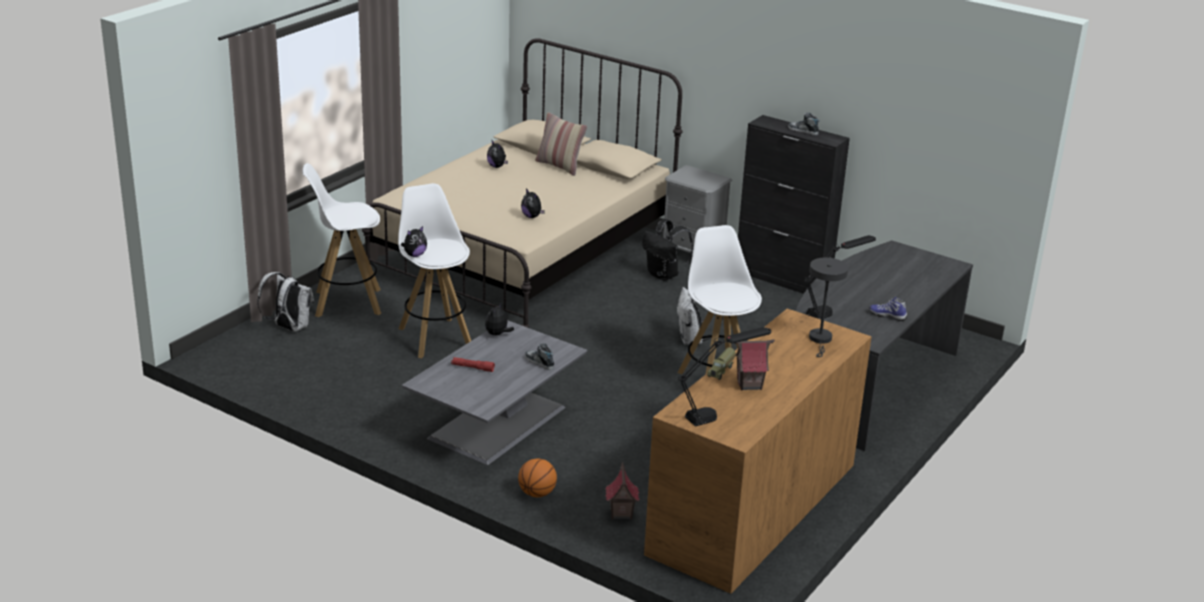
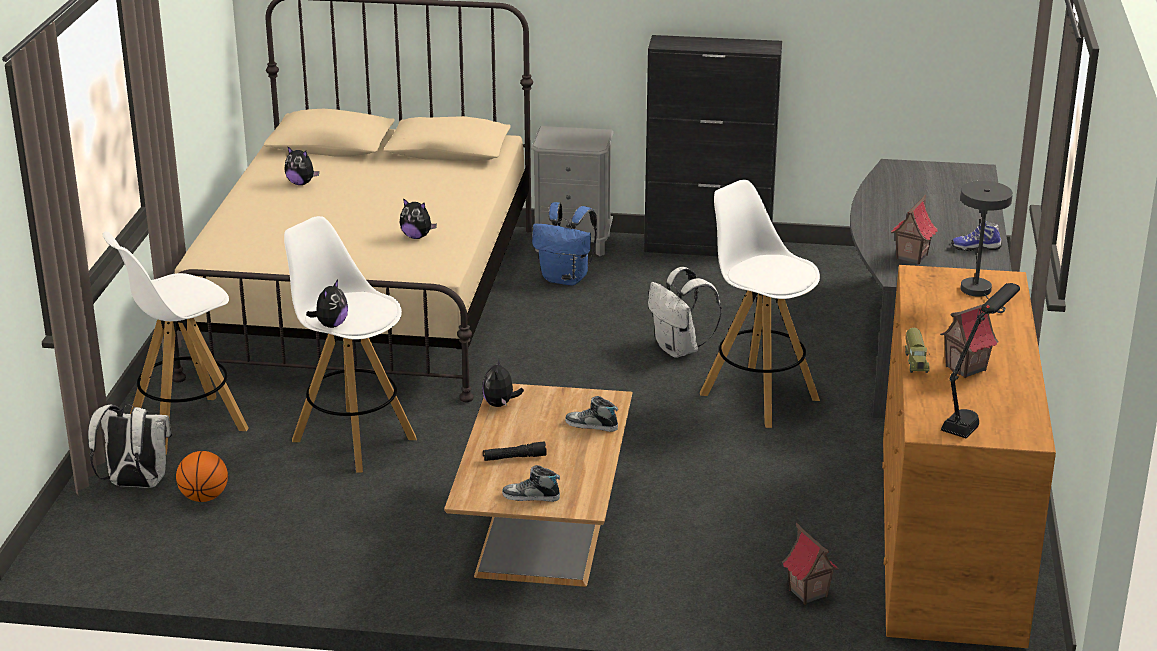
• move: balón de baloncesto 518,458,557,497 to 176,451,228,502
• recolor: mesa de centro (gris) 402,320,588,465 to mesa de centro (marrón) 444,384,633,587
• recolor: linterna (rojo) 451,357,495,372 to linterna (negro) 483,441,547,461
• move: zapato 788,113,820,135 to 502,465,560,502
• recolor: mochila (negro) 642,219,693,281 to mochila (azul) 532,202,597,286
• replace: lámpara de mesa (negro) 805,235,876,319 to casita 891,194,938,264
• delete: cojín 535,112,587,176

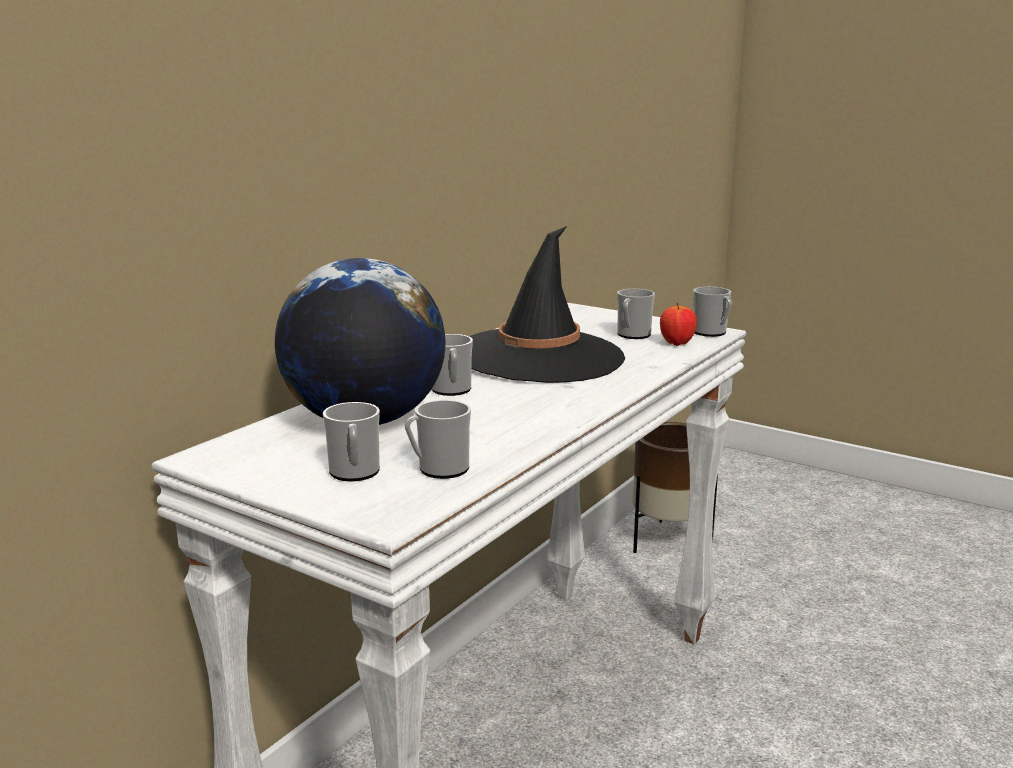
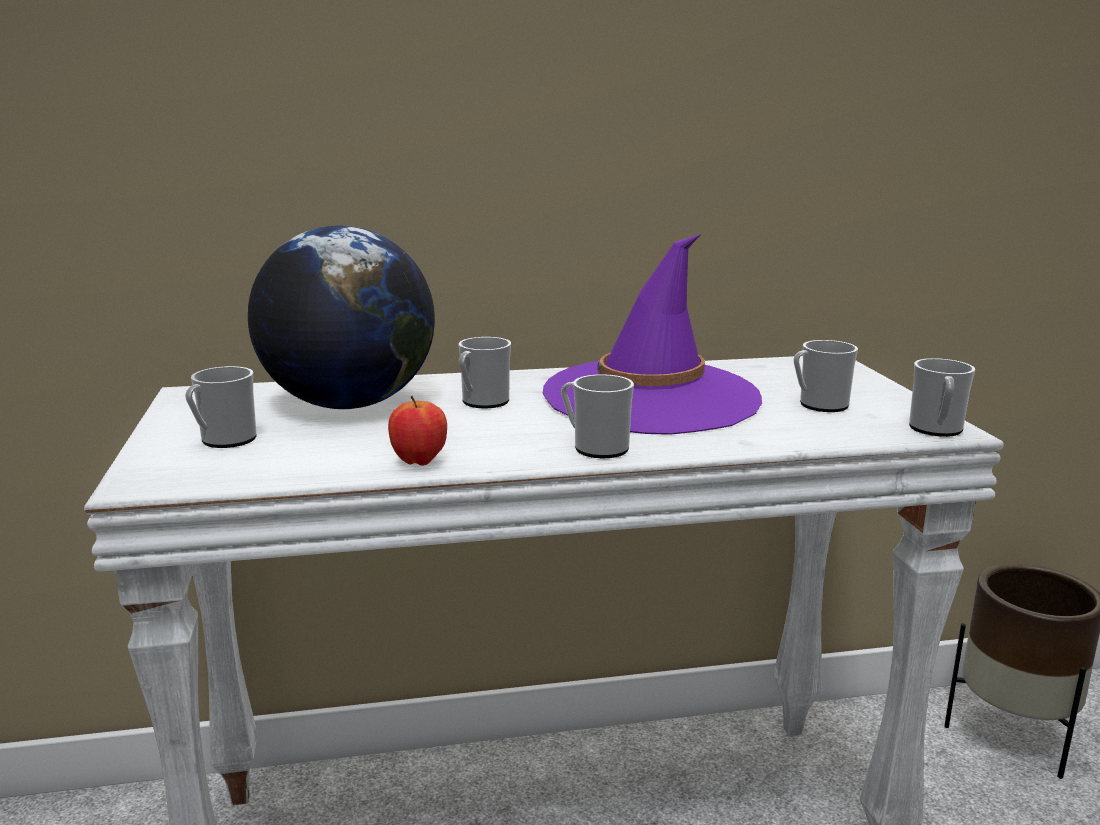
• move: manzana 660,302,697,346 to 388,396,447,466
• recolor: sombrero (negro) 469,226,625,383 to sombrero (morado) 543,234,762,435
• move: taza grande 405,400,471,479 to 561,374,634,458

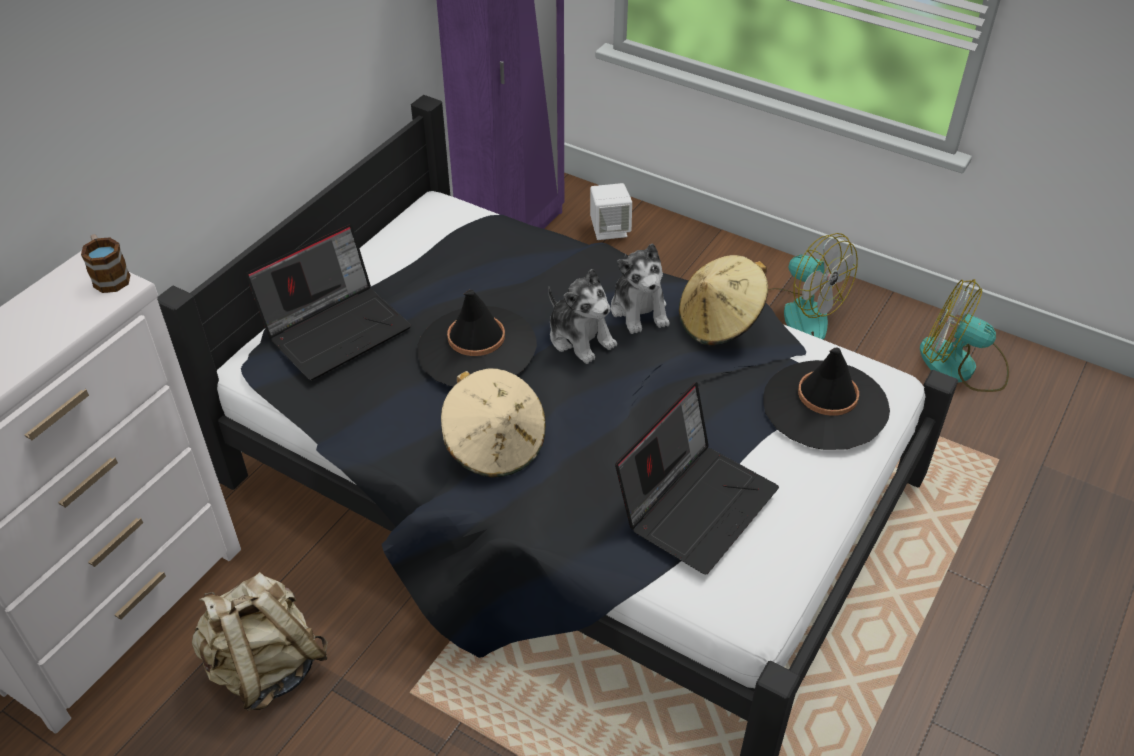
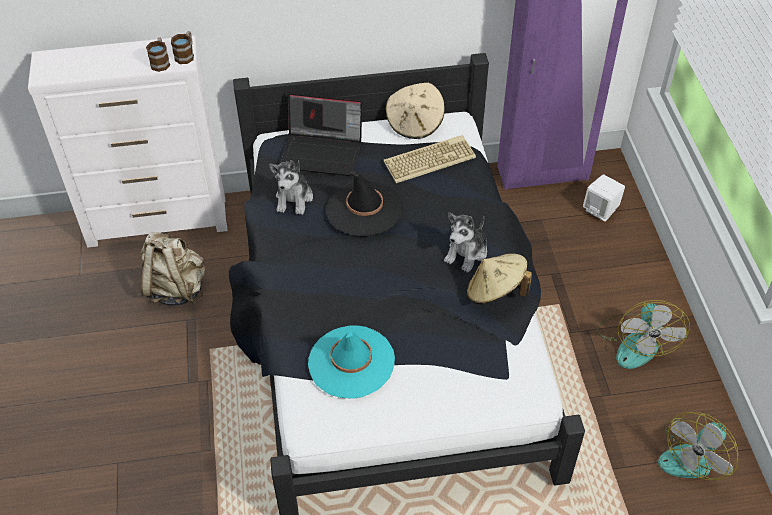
• insert: taza grande 146,38,170,72
• move: peluche 548,269,617,364 to 269,160,313,215
• replace: portátil 615,382,779,574 to sombrero (turquesa) 308,326,395,399
• insert: teclado 384,135,476,183
• move: sombrero (beis) 441,368,546,478 to 386,83,445,139
• rotate: ventilador 920,279,1009,392 = 658,412,738,480 120 degrees counterclockwise
• delete: sombrero (negro) 763,347,890,450

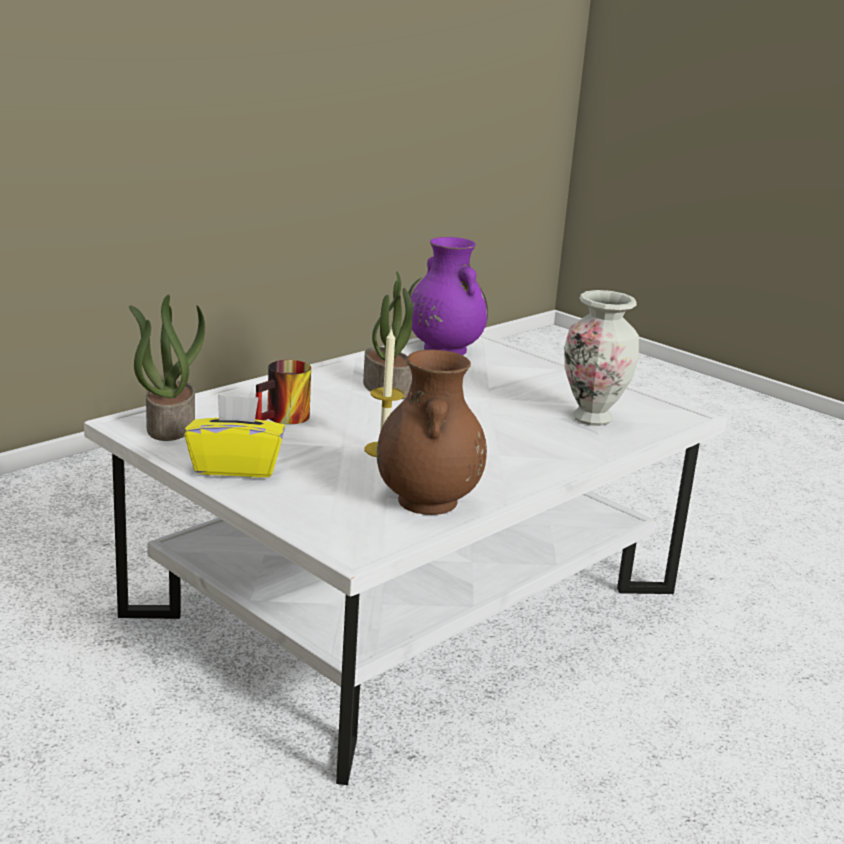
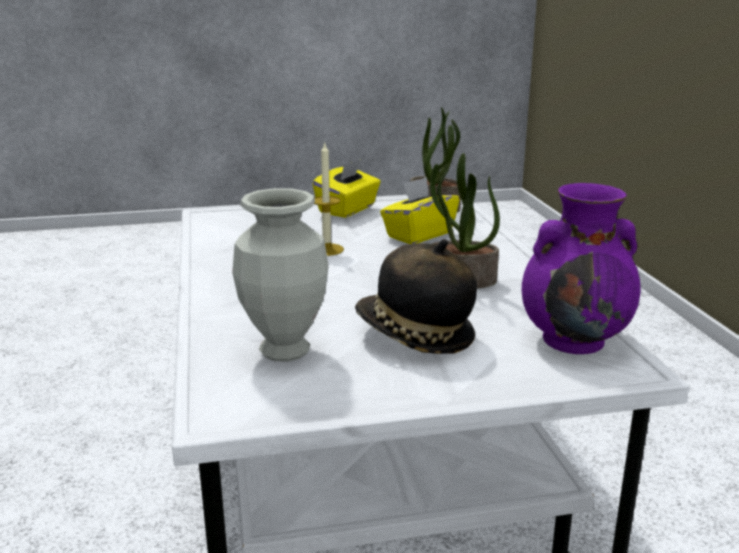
• insert: sombrero 355,239,477,354
• replace: taza grande 255,360,311,424 to caja de pañuelos (amarillo) 380,177,459,244
• delete: florero (marrón) 377,350,487,515

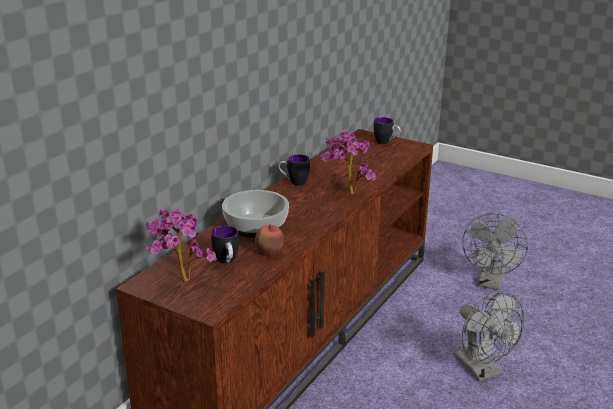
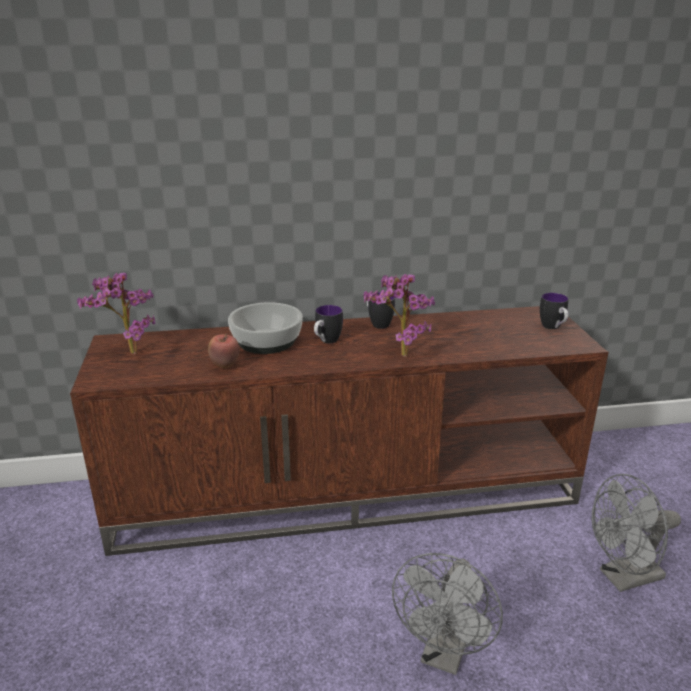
• move: taza grande 211,225,239,264 to 314,305,343,343

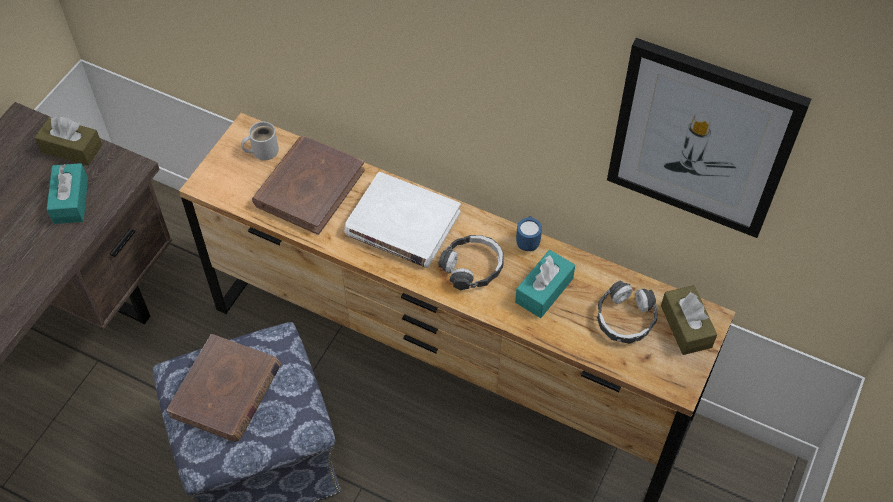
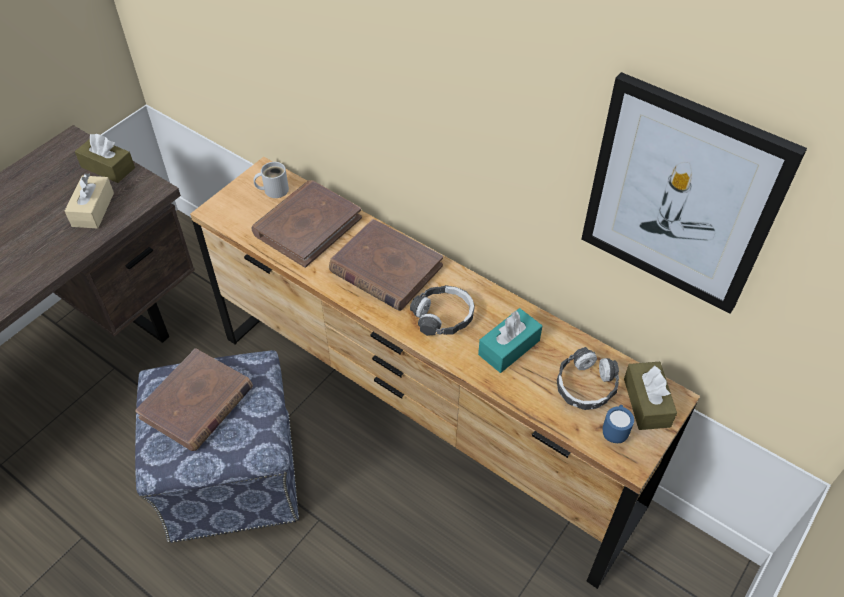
• recolor: caja de pañuelos (turquesa) 47,163,88,224 to caja de pañuelos (beis) 65,173,114,228
• recolor: libro (blanco) 344,172,461,268 to libro (marrón) 329,219,443,311
• move: taza grande (azul) 516,216,542,251 to 603,405,634,443

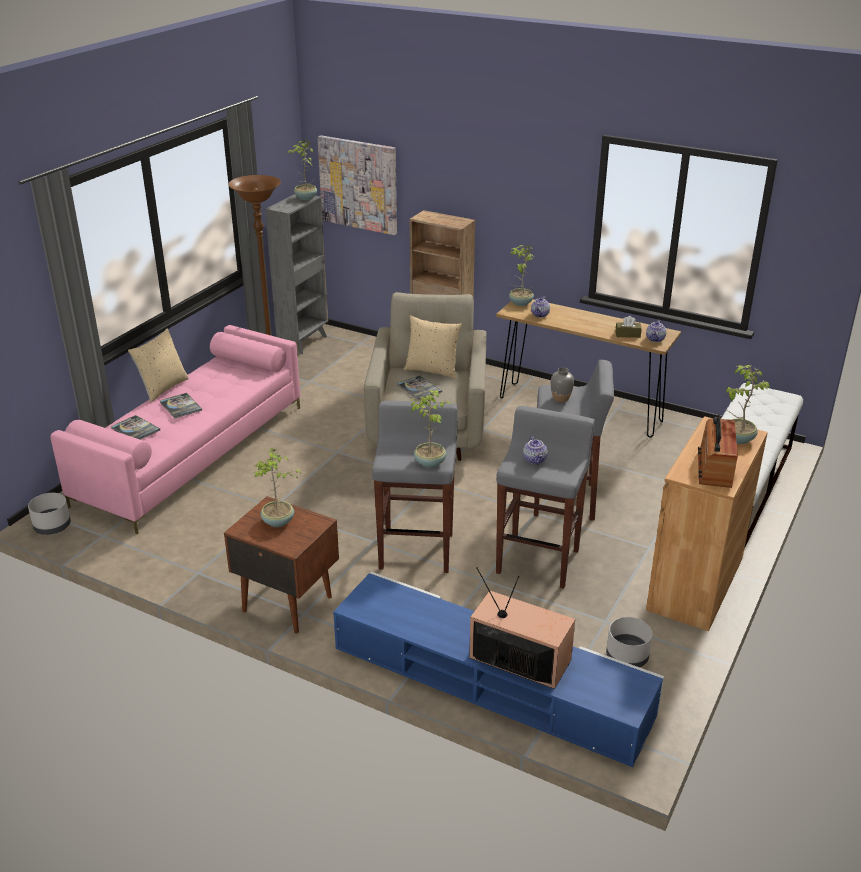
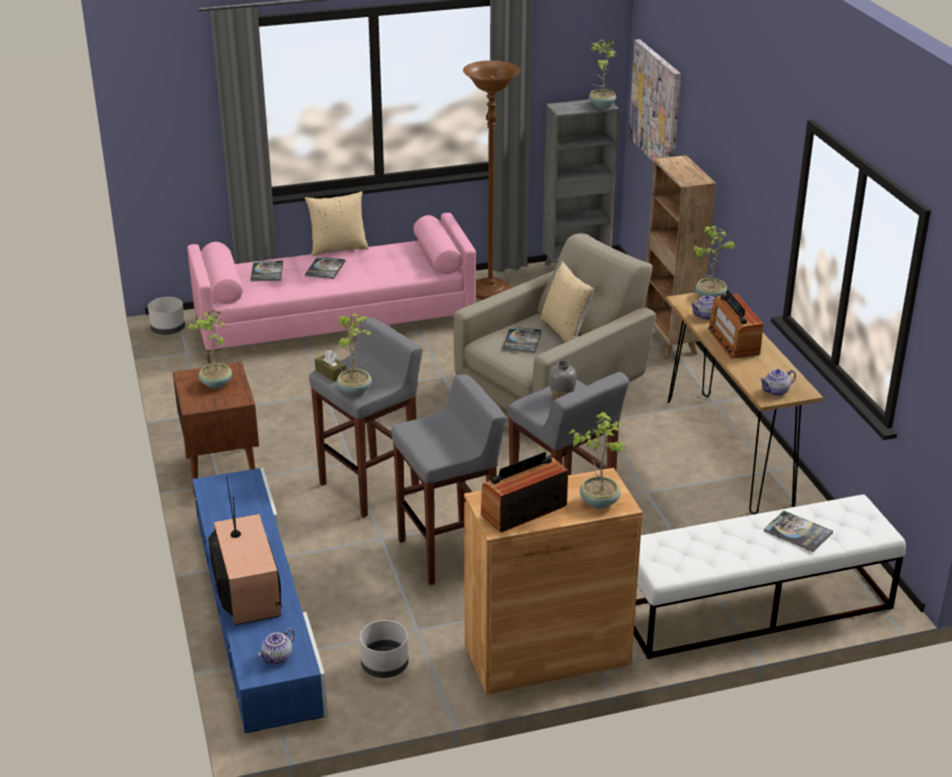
• move: tetera 523,435,548,464 to 258,628,295,664
• move: caja de pañuelos (marrón) 615,316,642,338 to 315,350,347,382
• insert: radio 708,290,764,358
• insert: libro 764,511,833,552

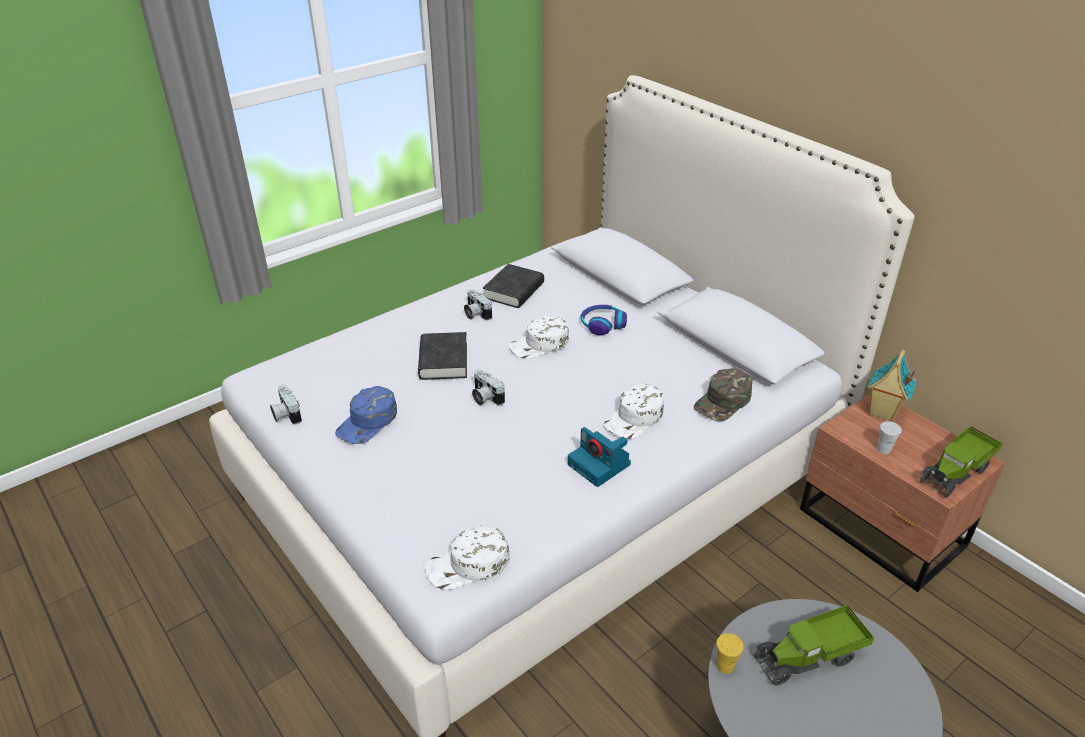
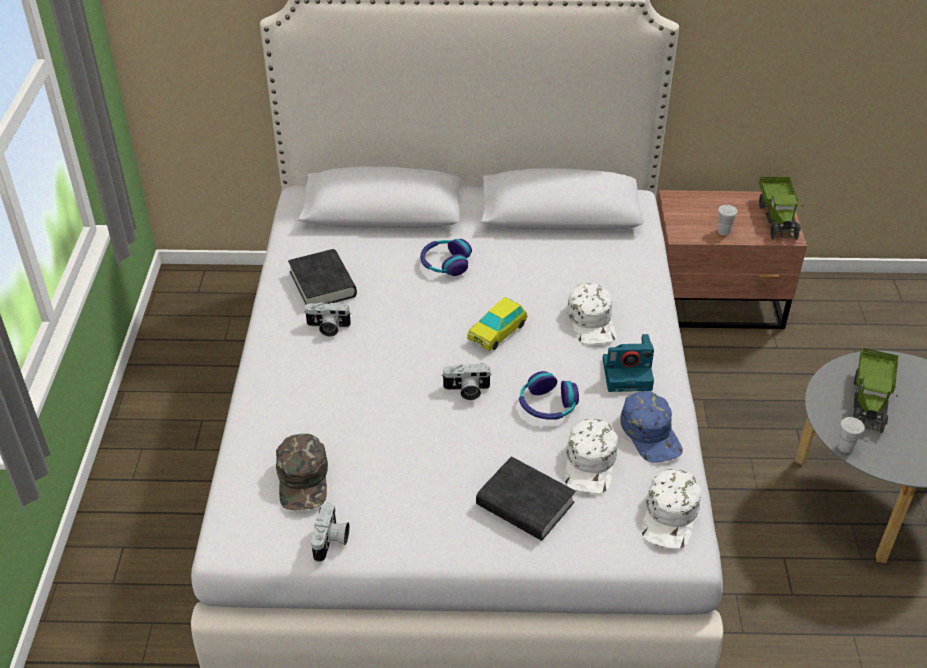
• move: gorra (verde) 694,368,752,421 to 276,434,328,510
• rotate: cámara 270,385,302,425 = 311,503,350,562 90 degrees counterclockwise
• insert: coche de juguete 467,297,527,351
• move: libro (negro) 418,332,467,380 to 476,456,575,541
• insert: auriculares 519,371,579,420
• move: gorra (blanco) 508,316,569,359 to 565,419,618,493
• move: gorra (azul) 335,386,397,444 to 620,391,683,463
• recolor: taza (amarillo) 716,633,744,674 to taza (blanco) 838,417,865,453
• delete: casita 867,349,916,422

